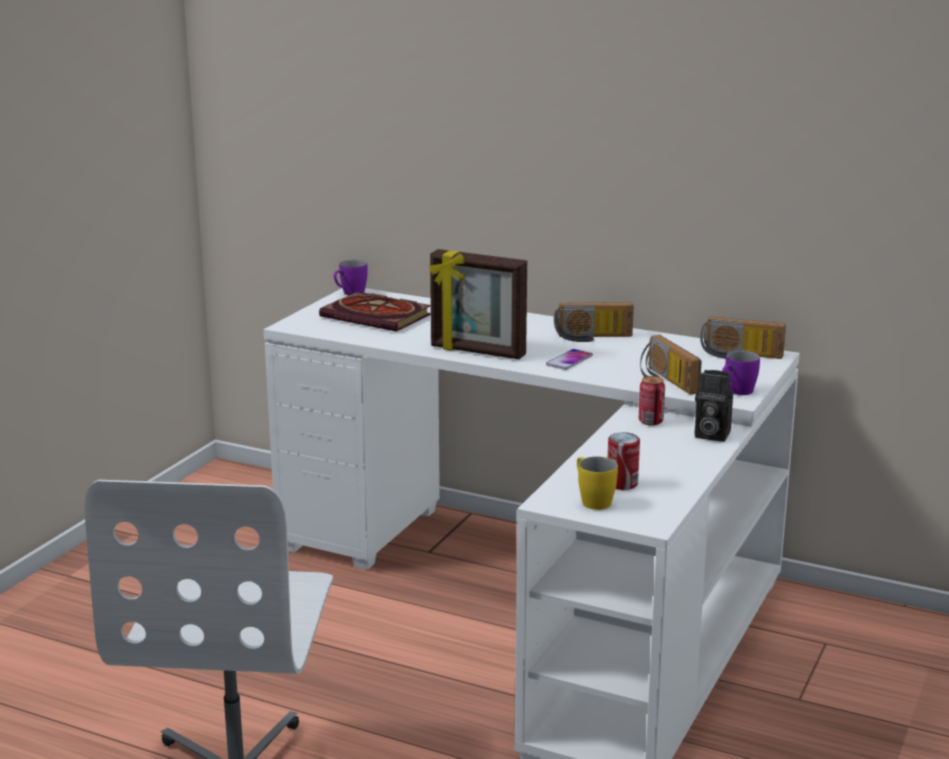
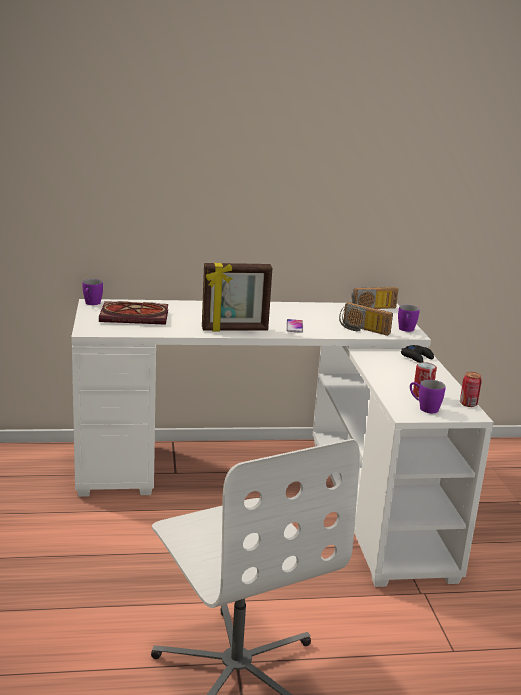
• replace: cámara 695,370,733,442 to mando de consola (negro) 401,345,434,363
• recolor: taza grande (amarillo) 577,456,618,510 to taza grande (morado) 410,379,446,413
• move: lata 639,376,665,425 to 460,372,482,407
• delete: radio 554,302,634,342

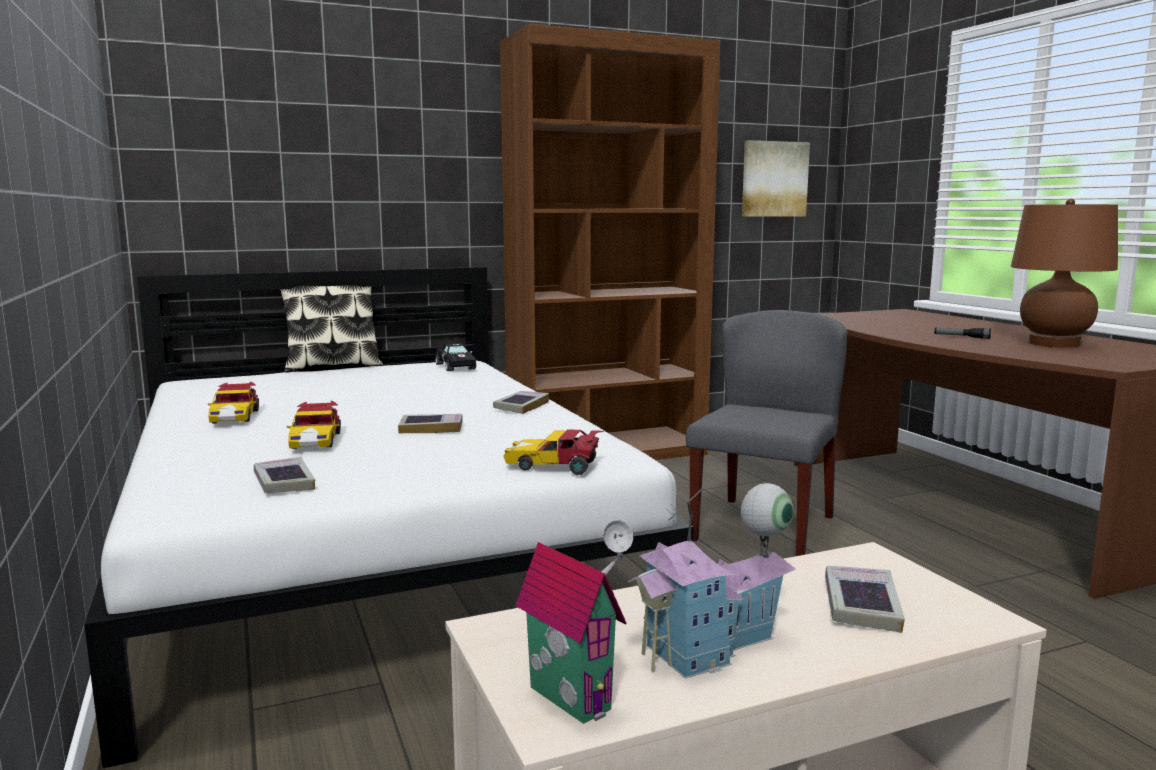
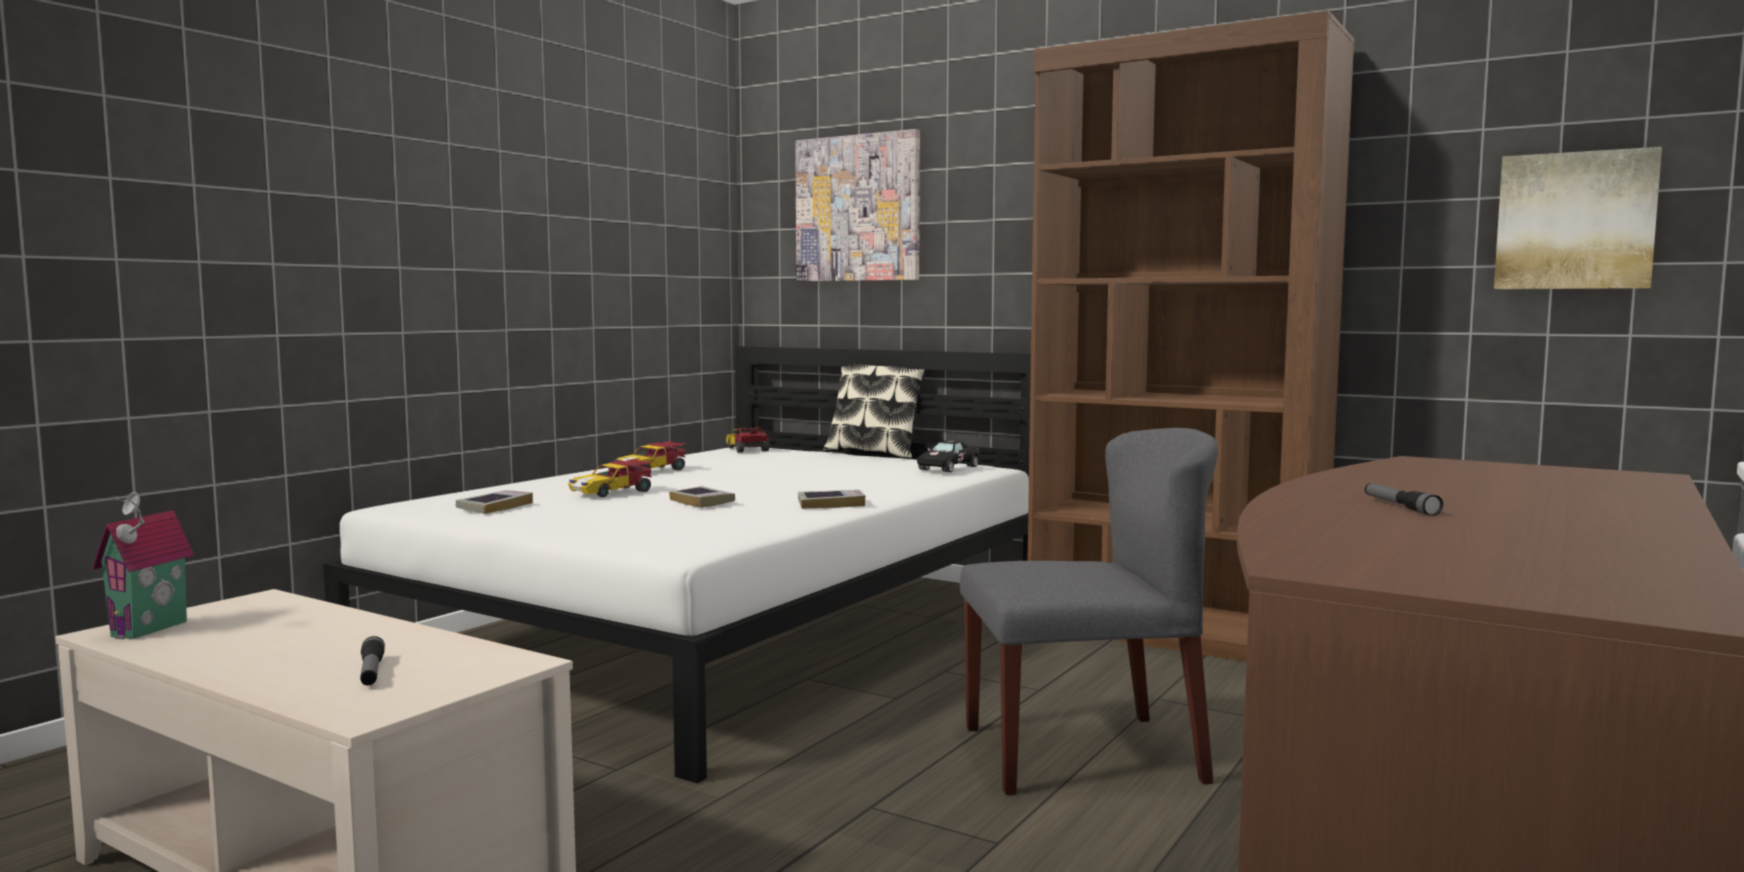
• replace: libro 825,566,905,633 to linterna 360,636,385,686
• move: coche de juguete 503,429,604,475 to 726,428,769,453
• insert: cuadro 795,129,920,282
• delete: casita 628,483,796,679
• delete: lámpara de mesa (marrón) 1011,199,1118,348

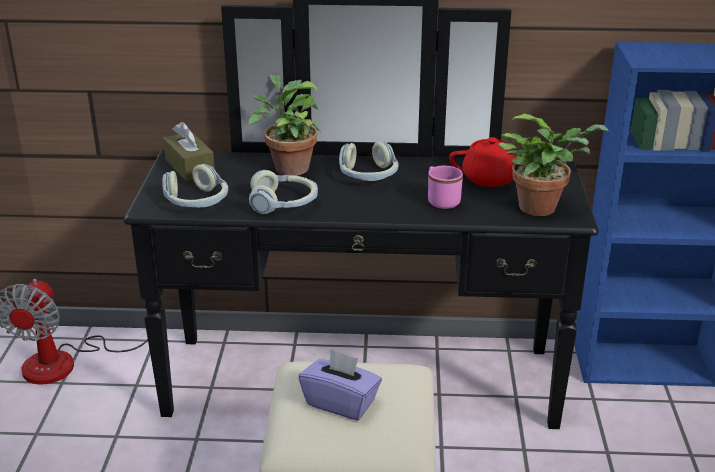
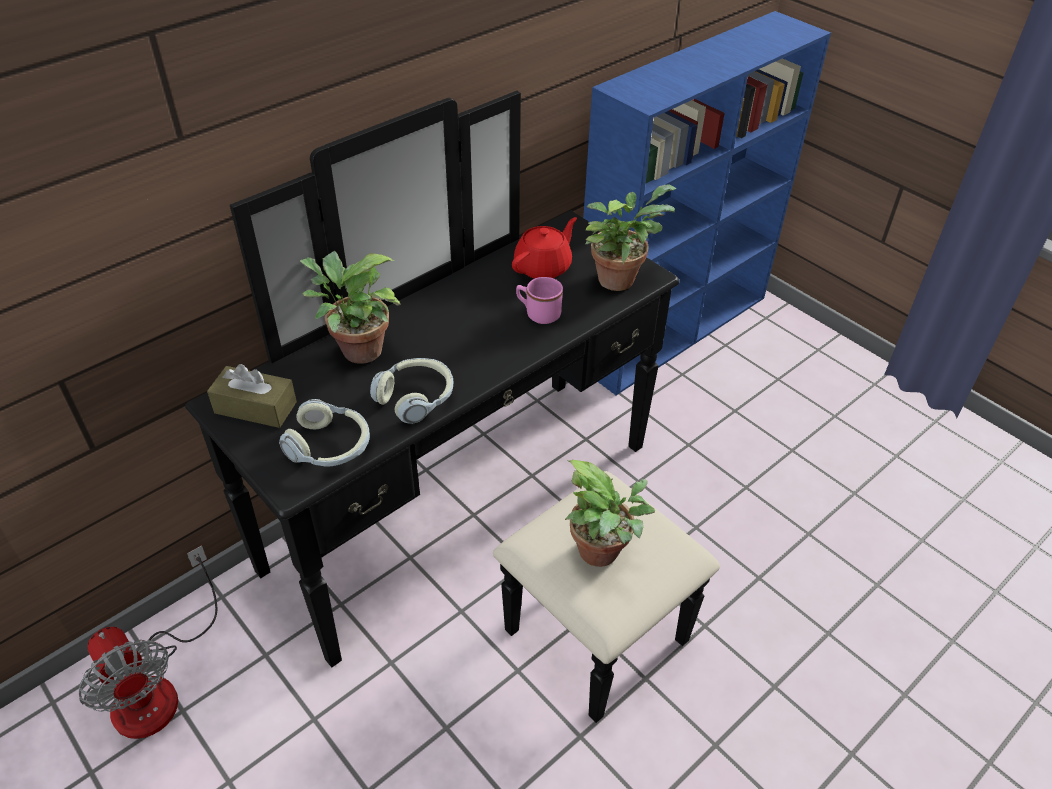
• replace: caja de pañuelos (morado) 299,349,382,421 to planta en maceta 565,460,655,567
• delete: auriculares 339,141,399,181

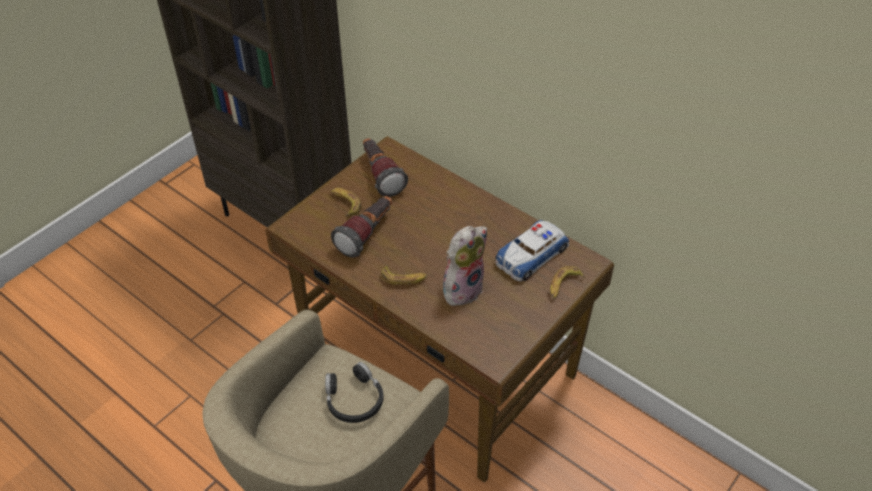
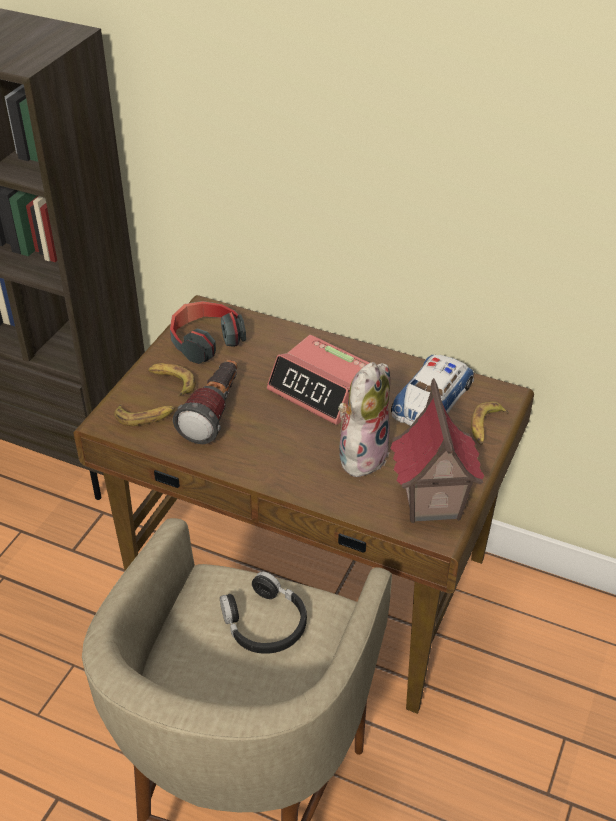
• move: plátano 381,264,428,285 to 114,404,175,426
• replace: linterna 363,138,408,197 to auriculares 170,301,246,364
• insert: despertador 267,335,369,425
• insert: casita 390,378,484,523

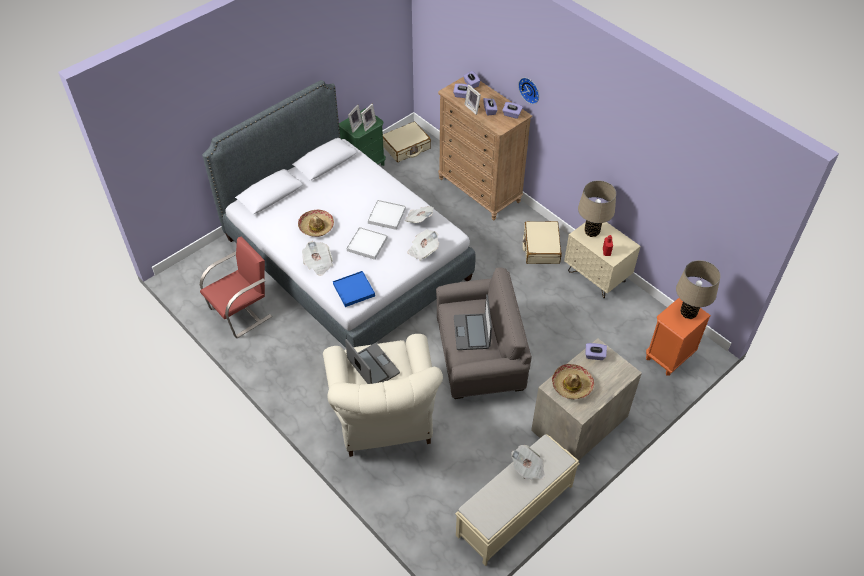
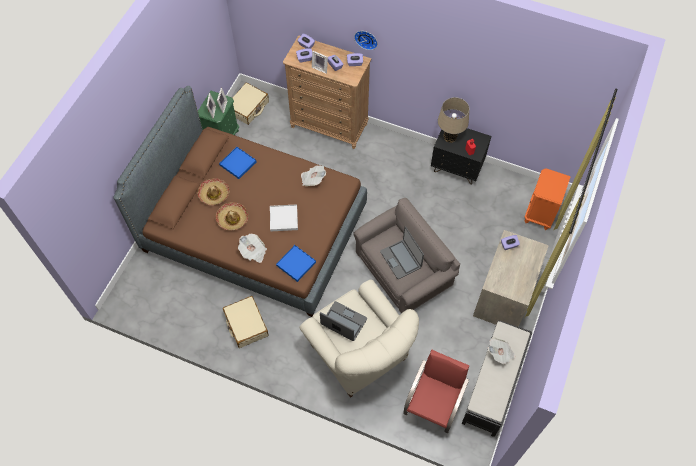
• recolor: cama (gris) 202,80,476,348 to cama (marrón) 114,86,367,317
• move: sombrero 552,364,594,399 to 198,178,229,205
• insert: bandeja (azul) 219,147,257,179
• move: maleta (beis) 523,221,562,264 to 223,296,269,348
• move: silla (rojo) 200,236,272,338 to 403,350,469,433
• recolor: mesita de noche (beis) 564,222,641,298 to mesita de noche (negro) 431,128,491,185
• recolor: banco (beis) 455,435,580,566 to banco (negro) 462,320,532,437
• delete: bandeja (blanco) 368,200,406,230
• delete: periódico 407,229,439,261
• delete: lámpara de mesa (beis) 676,260,721,319

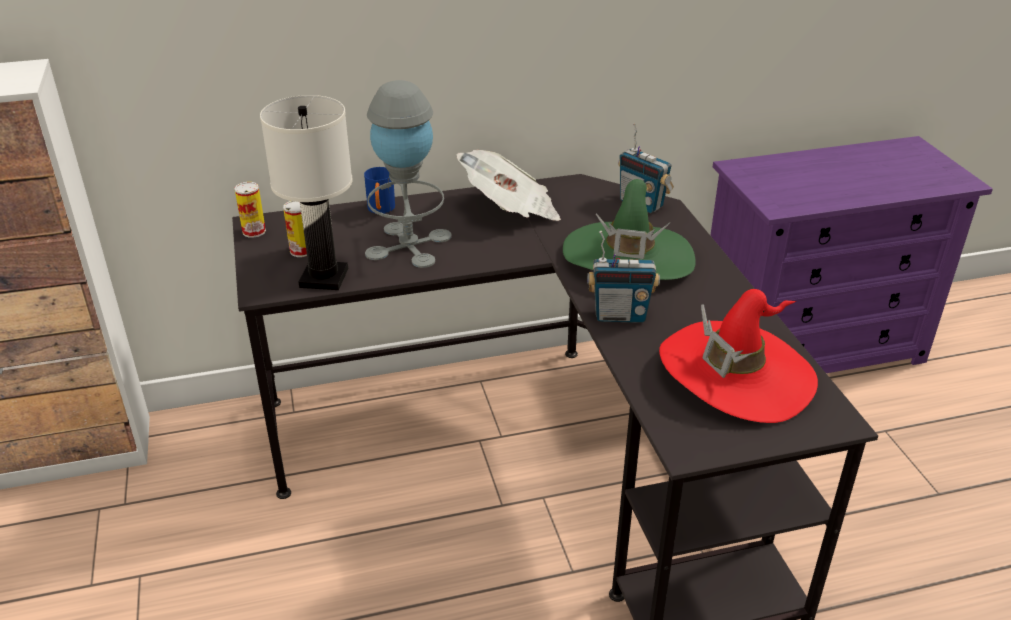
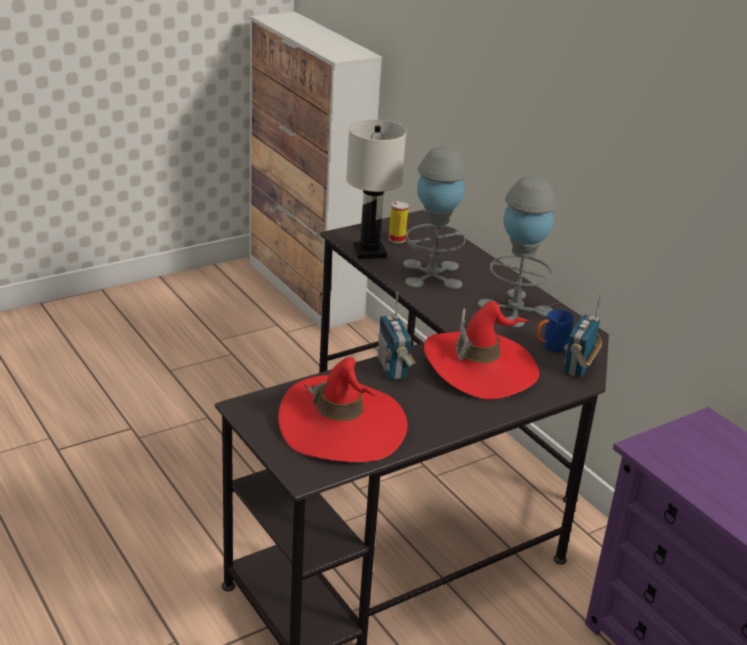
• recolor: sombrero (verde) 563,179,696,280 to sombrero (rojo) 424,301,539,400
• replace: periódico 457,150,561,221 to lámpara de mesa (gris) 478,176,558,327
• move: taza grande (azul) 364,167,395,214 to 536,310,574,353
• delete: lata 234,182,266,238

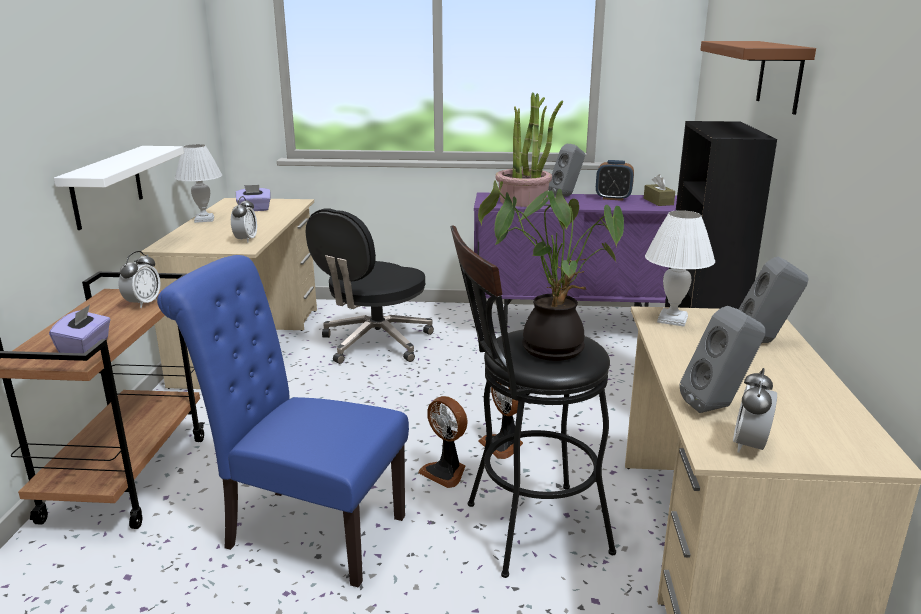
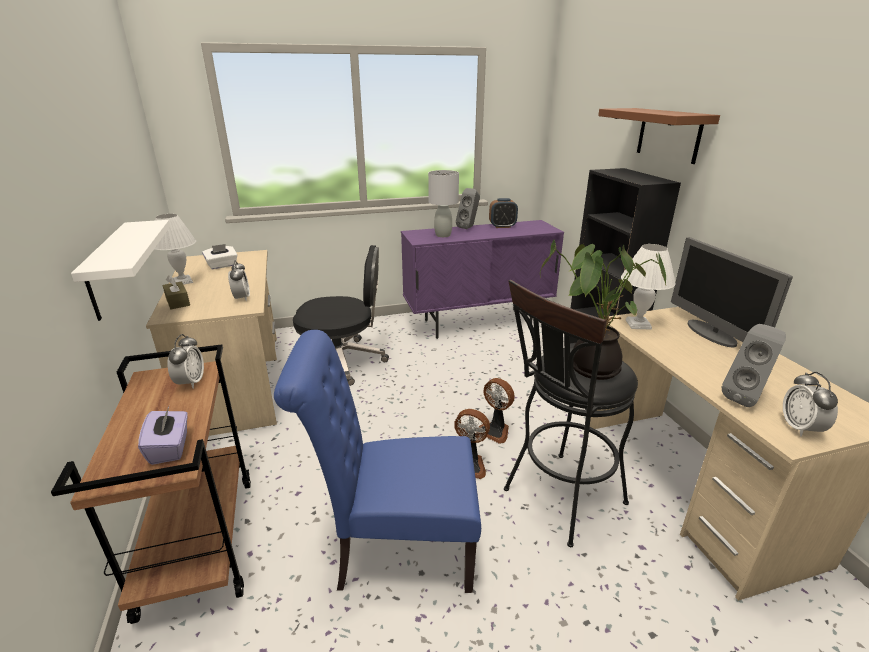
• move: caja de pañuelos (marrón) 644,174,675,206 to 163,275,190,309
• recolor: caja de pañuelos (morado) 236,185,271,211 to caja de pañuelos (blanco) 202,244,237,270
• rotate: silla de oficina (negro) 306,208,434,364 = 293,245,389,386 105 degrees counterclockwise
• replace: planta en maceta 495,93,563,207 to lámpara de mesa (gris) 428,170,459,237
• replace: altavoz (gris) 738,257,809,343 to monitor 671,237,793,347

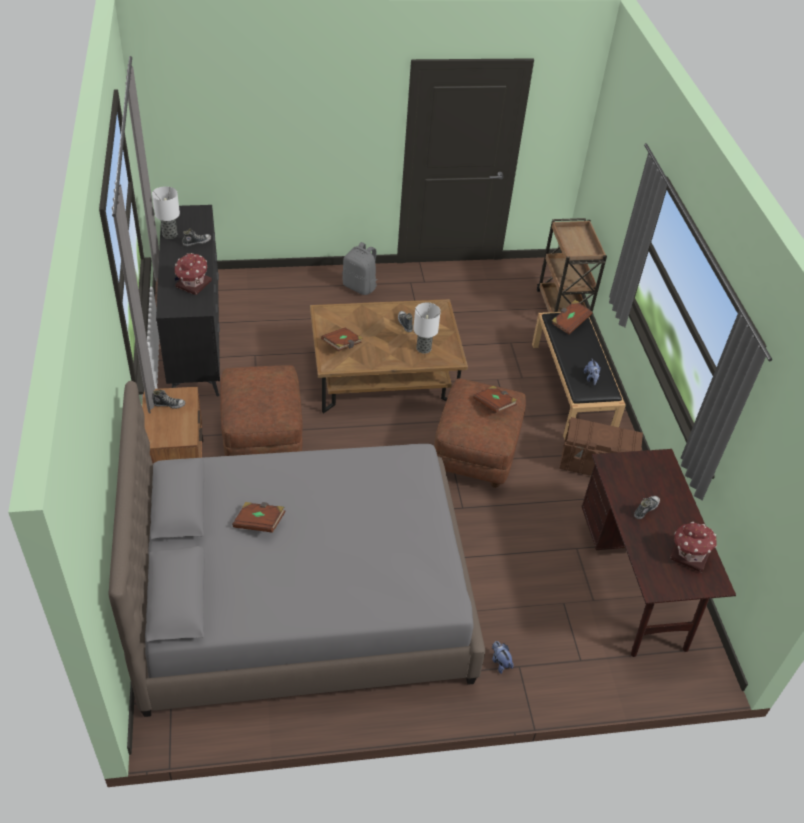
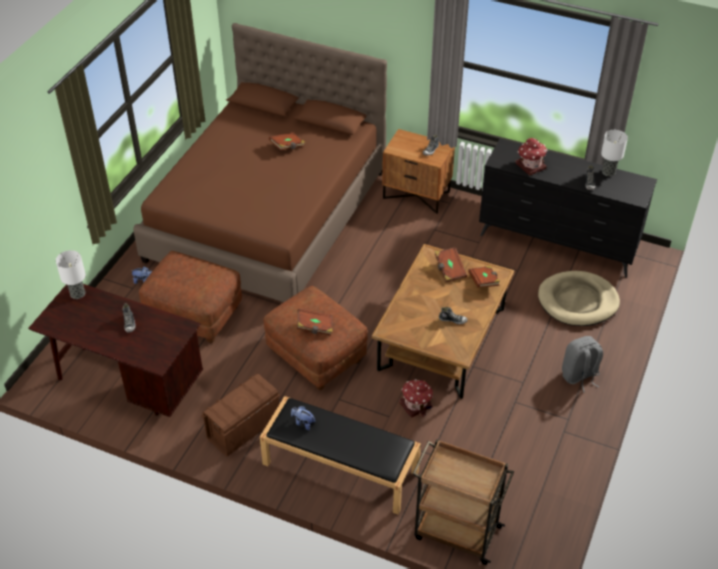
• move: lámpara de mesa 413,302,441,354 to 56,250,86,299
• recolor: cama (gris) 109,381,485,717 to cama (marrón) 133,23,387,302
• move: puf (marrón) 220,365,303,456 to 139,251,242,343
• move: casita 670,522,717,573 to 399,379,433,417
• move: libro (marrón) 552,300,592,335 to 468,266,500,288
• insert: cama para perro (beis) 538,271,620,326

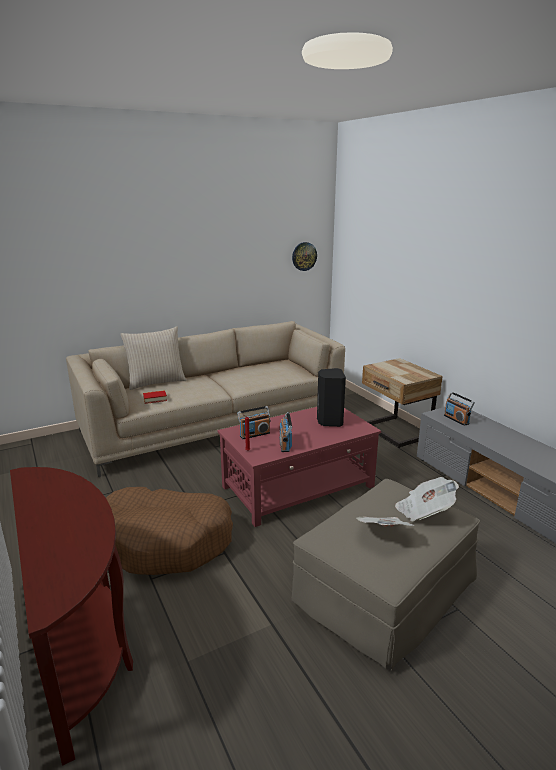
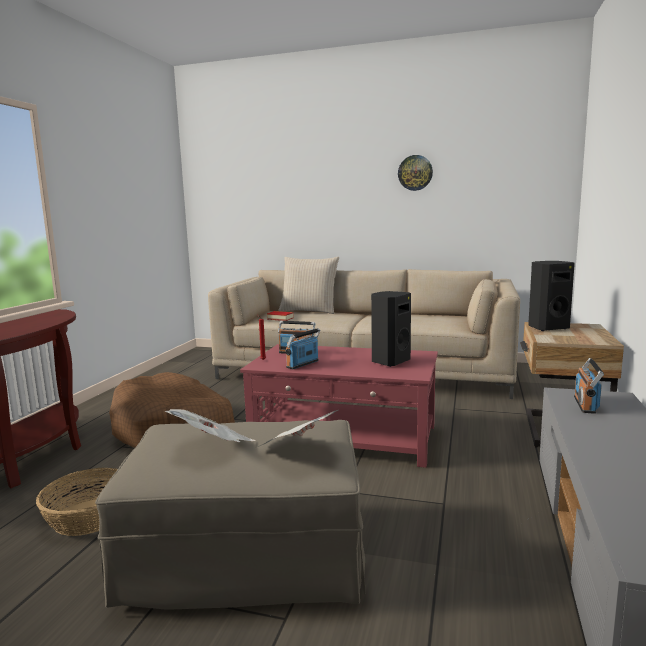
• insert: cesta 36,468,118,536
• move: reloj de pared 292,242,317,271 to 398,155,433,191
• insert: altavoz (negro) 528,261,575,331

